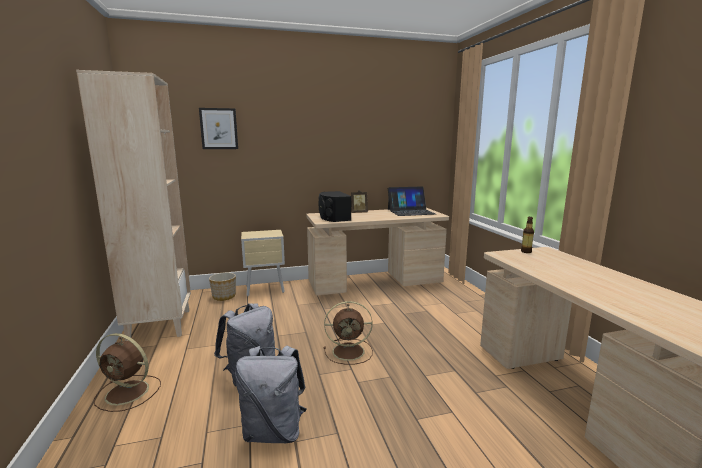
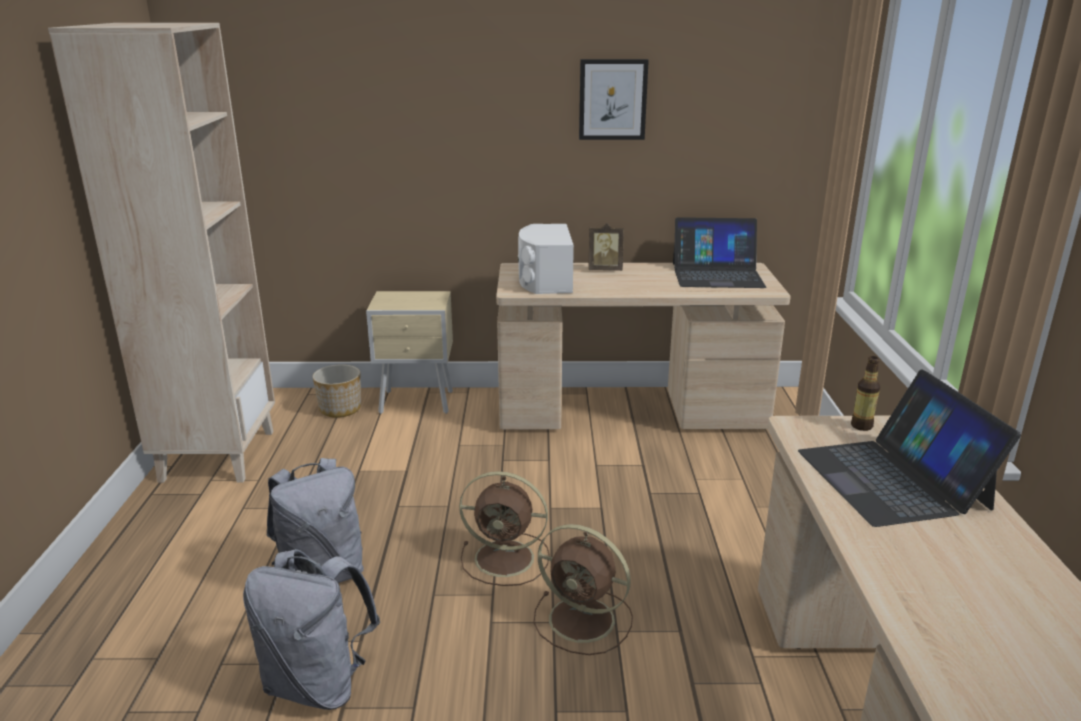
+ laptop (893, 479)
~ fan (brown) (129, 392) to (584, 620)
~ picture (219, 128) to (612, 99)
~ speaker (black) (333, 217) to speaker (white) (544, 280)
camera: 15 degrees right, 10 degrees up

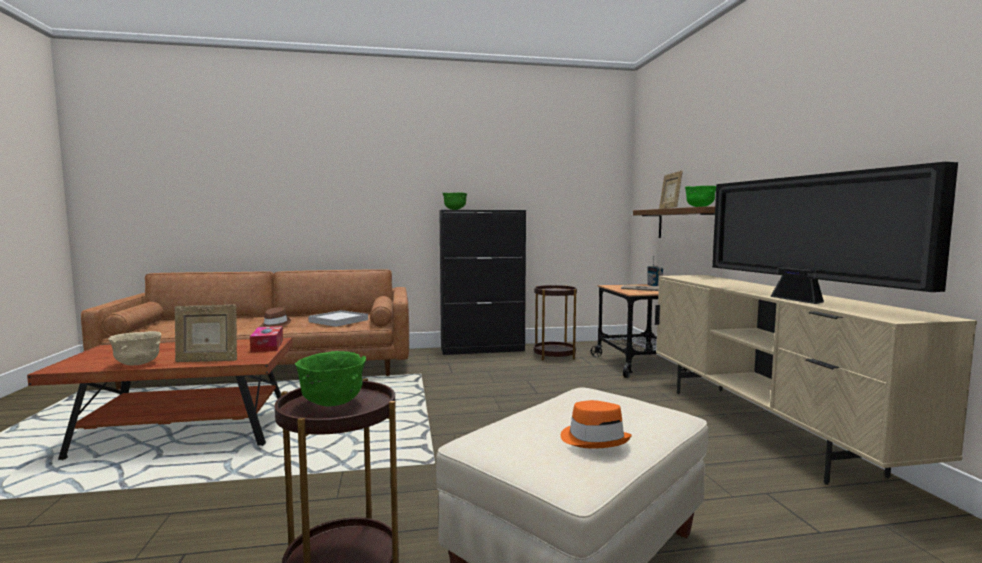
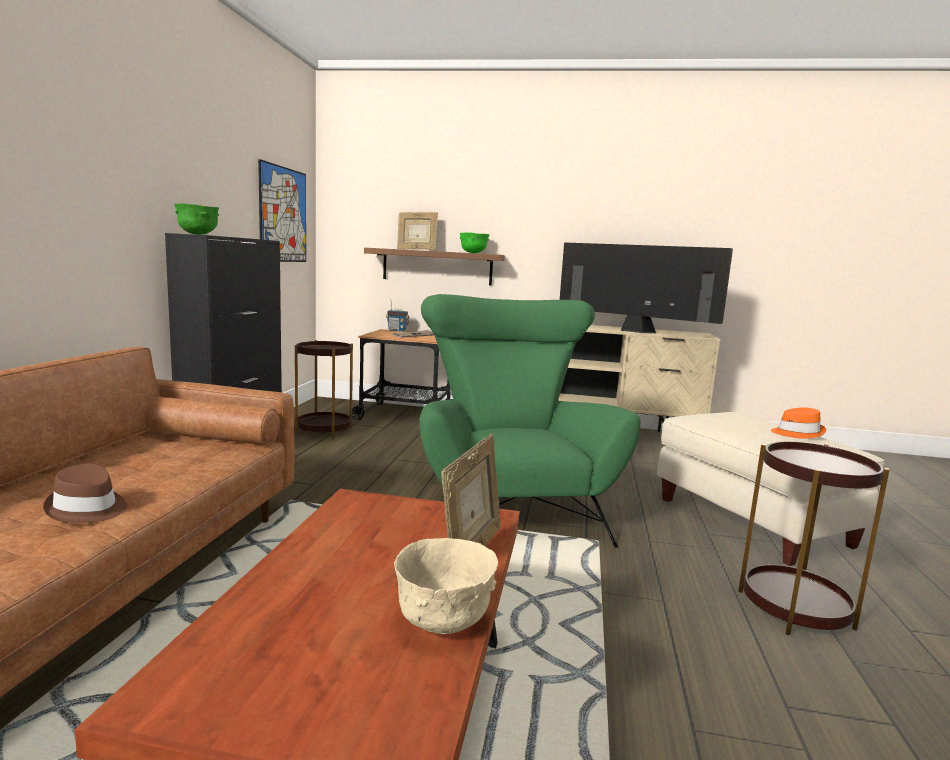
- tissue box (267, 346)
- bowl (green) (332, 404)
- tray (white) (338, 321)
+ picture (283, 215)
+ armchair (green) (508, 508)
~ television (800, 300) = (634, 331) 150 degrees counterclockwise
camera: 70 degrees left, 5 degrees up

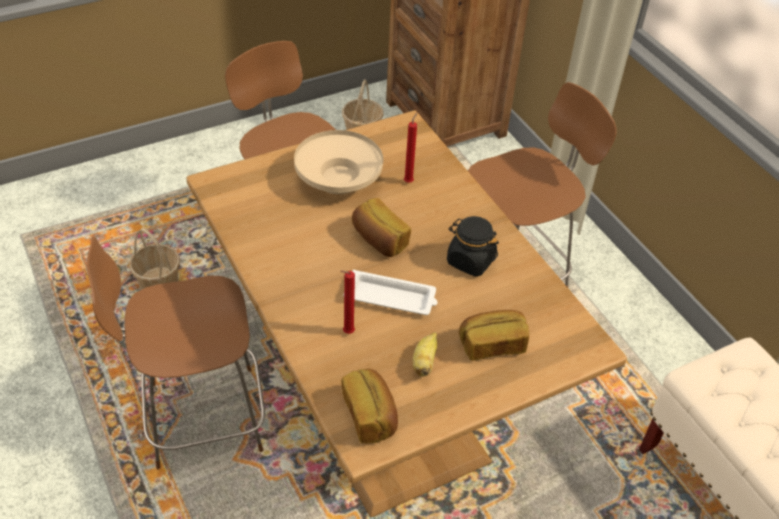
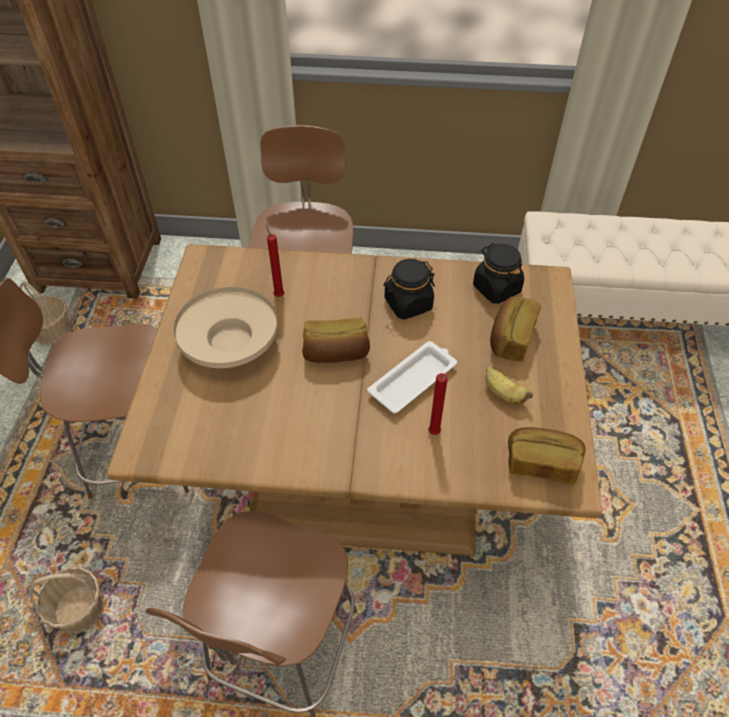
+ jar (black) (496, 288)
camera: 55 degrees left, 5 degrees up

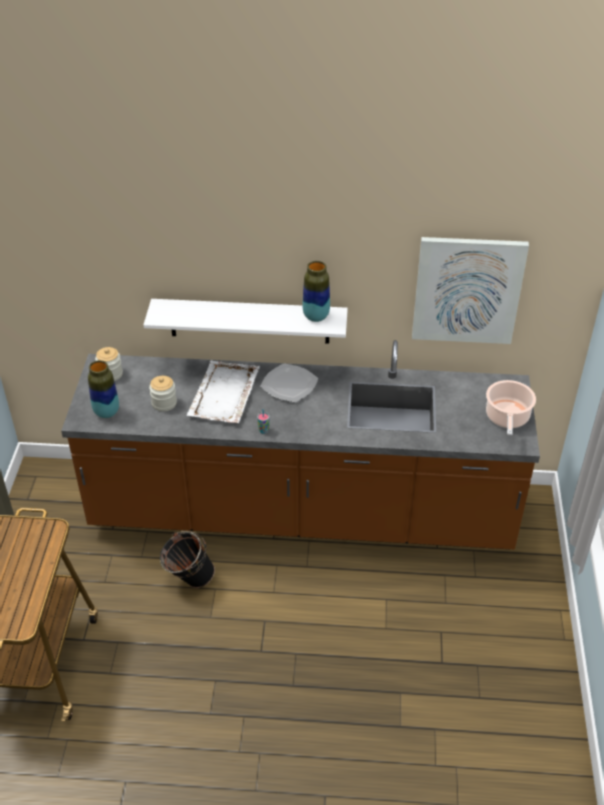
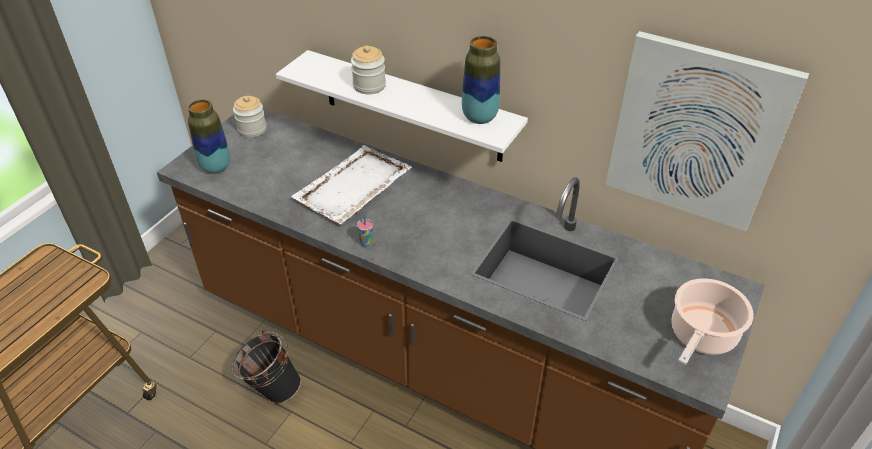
- plate (290, 384)
~ jar (164, 403) to (369, 86)
camera: 25 degrees right, 0 degrees up

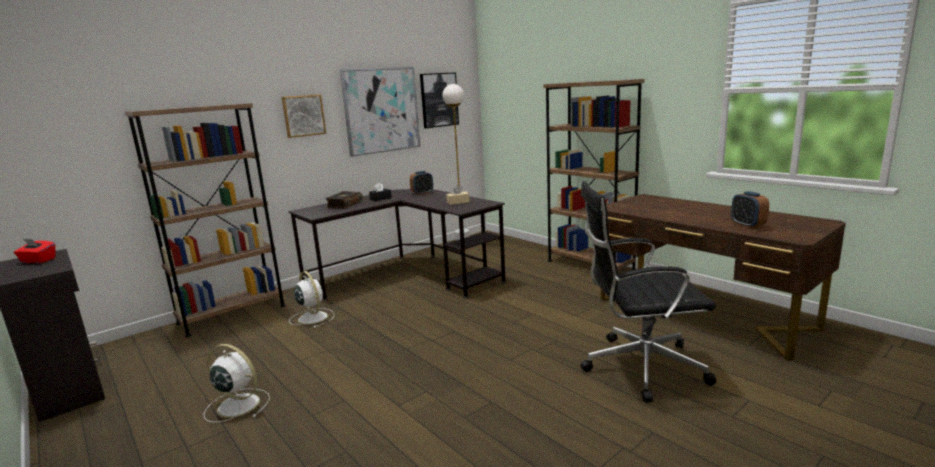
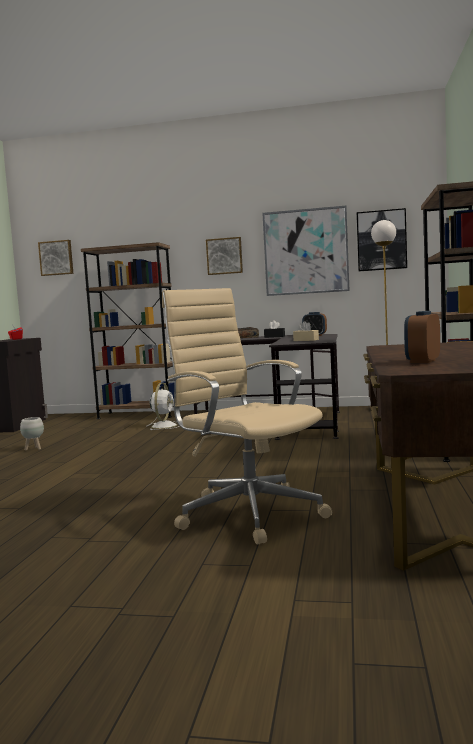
+ picture (56, 258)
~ fan (white) (237, 405) to planter (white) (33, 449)
~ office chair (black) (640, 367) to office chair (beige) (248, 513)
camera: 50 degrees right, 10 degrees down

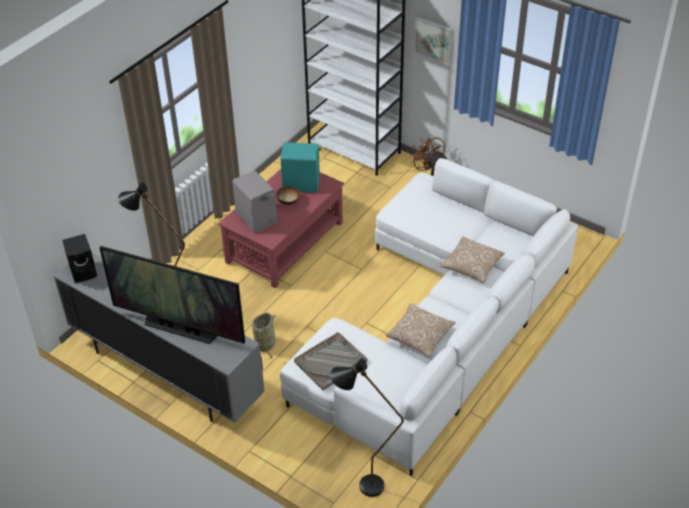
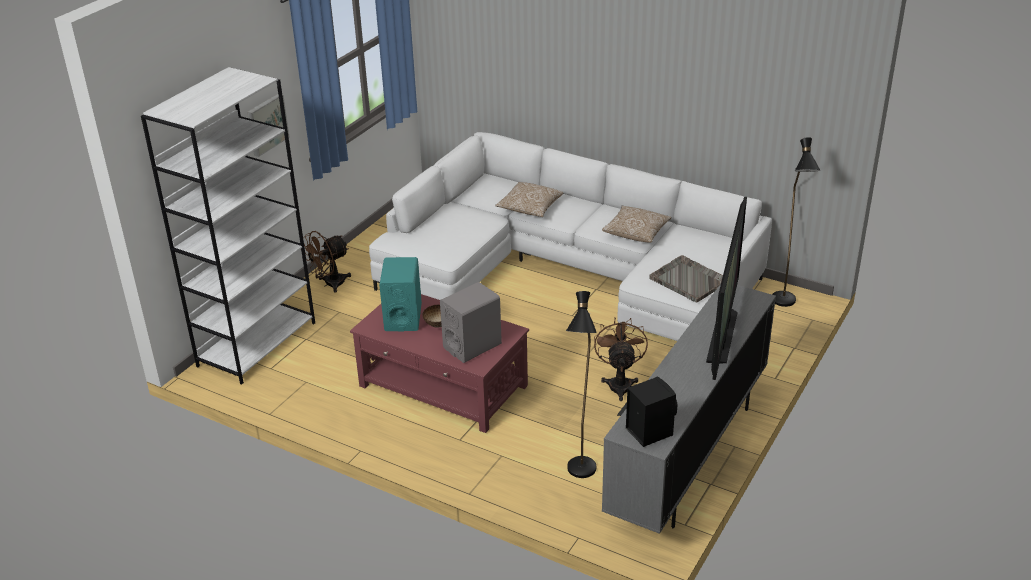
~ basket (265, 343) to fan (brown) (619, 383)
camera: 95 degrees left, 10 degrees down

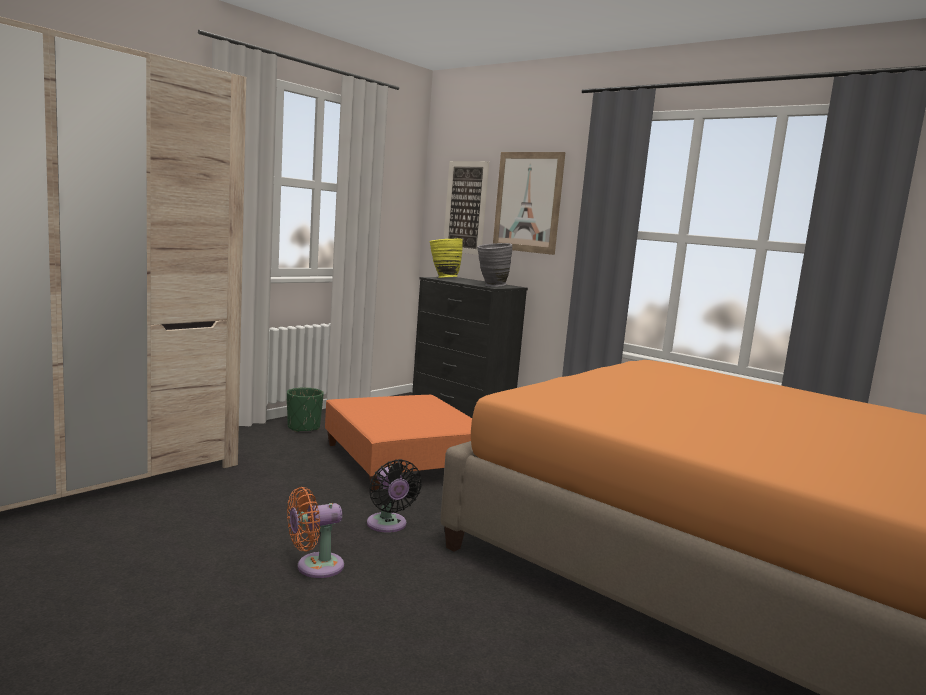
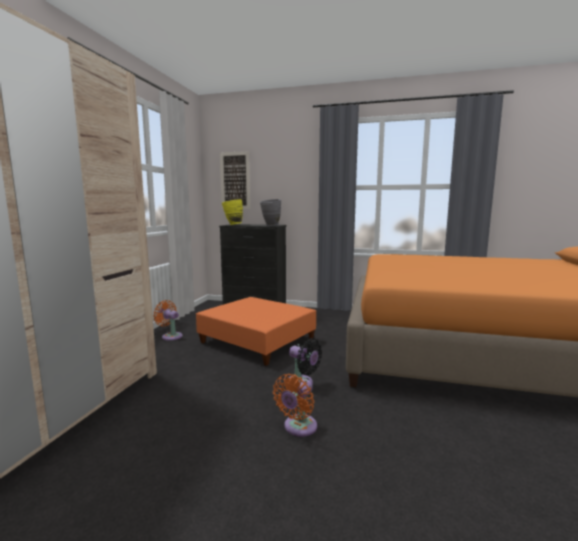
- picture (528, 202)
~ planter (green) (303, 428) to fan (orange) (170, 336)
camera: 25 degrees left, 0 degrees up

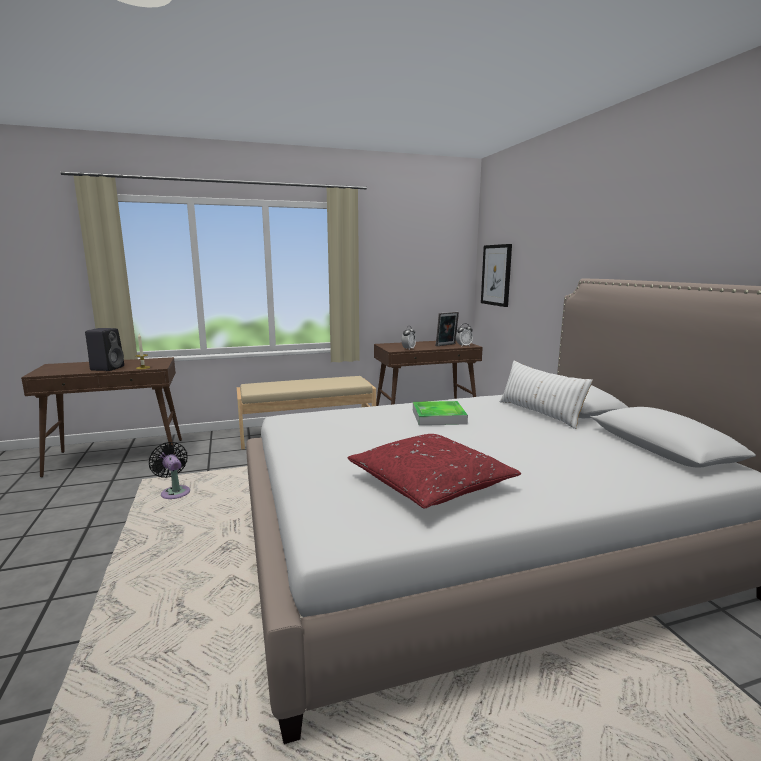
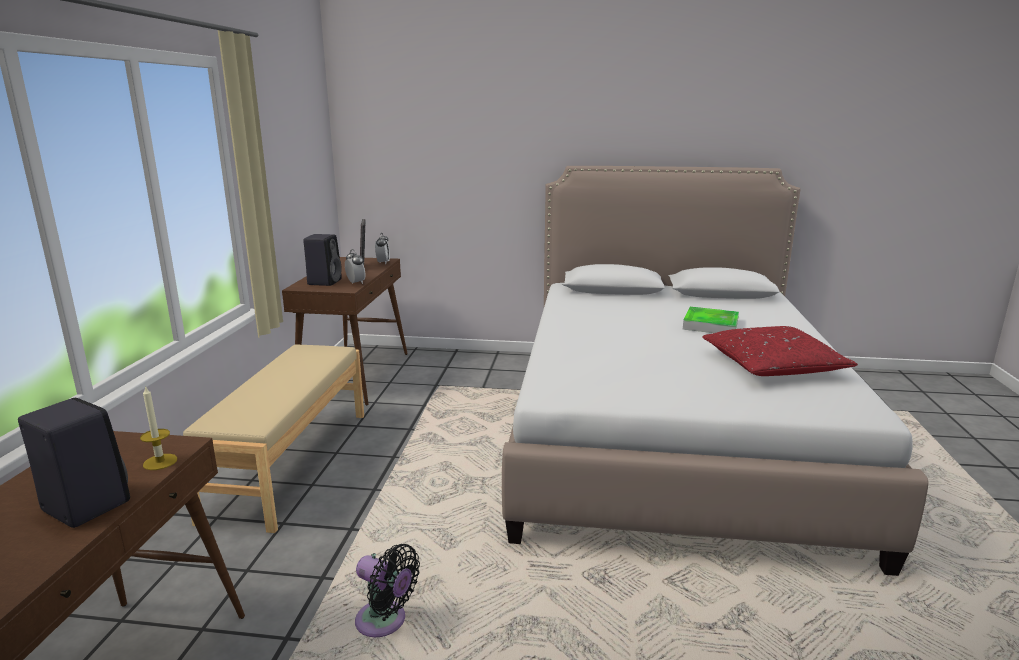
- picture (496, 275)
- pillow (white) (539, 413)
+ speaker (black) (325, 282)
~ tray (438, 417) to (710, 325)
~ fan (black) (174, 492) = (385, 622) 135 degrees counterclockwise
camera: 65 degrees left, 5 degrees up

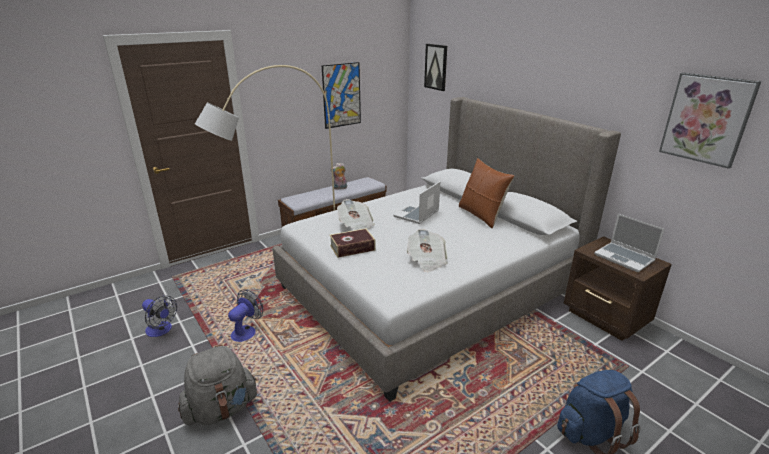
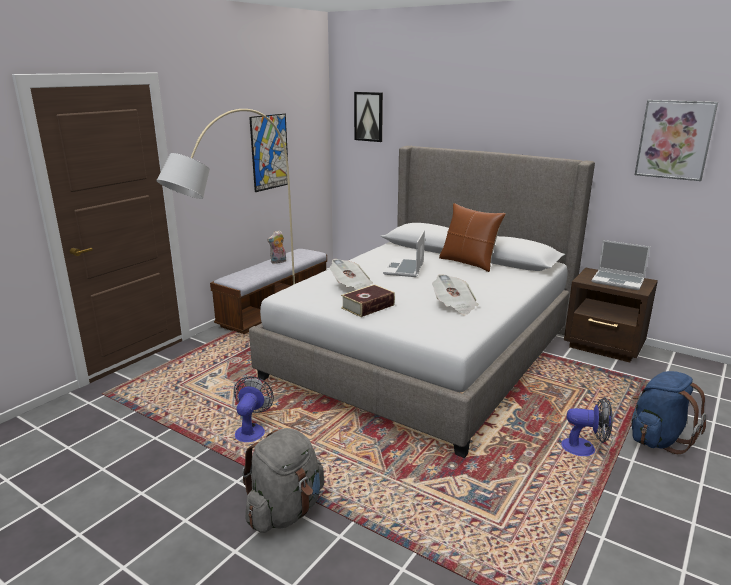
~ fan (161, 330) to (584, 448)
camera: 20 degrees left, 5 degrees down

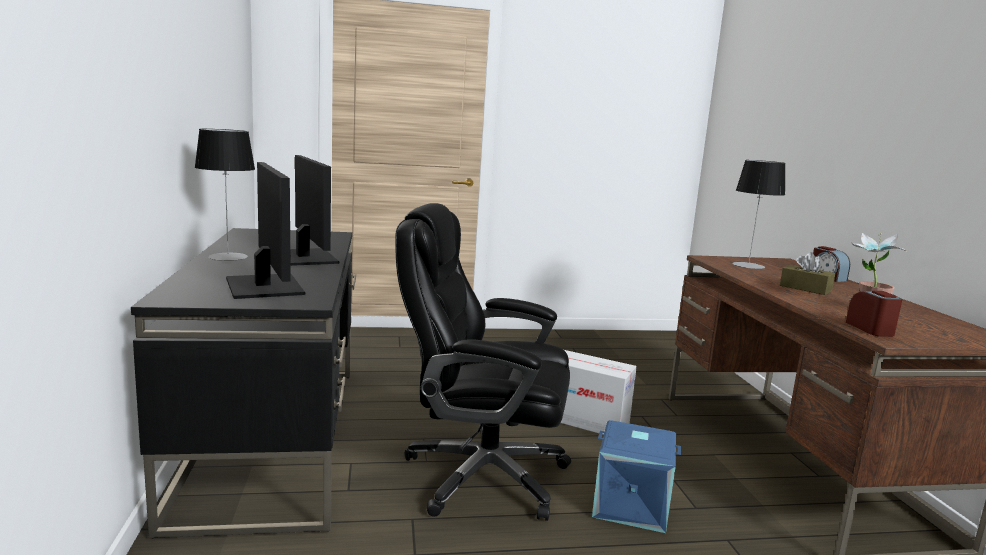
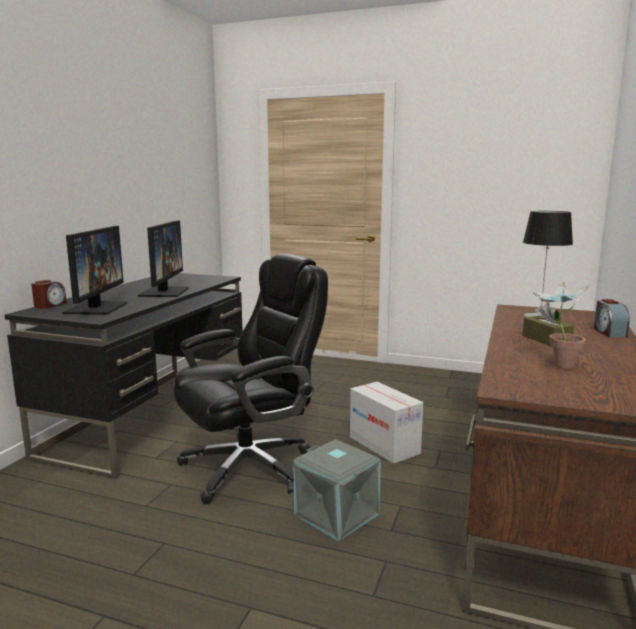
- table lamp (228, 257)
~ alarm clock (870, 329) to (50, 305)
~ storage box (blue) (631, 504) to storage box (grey) (338, 514)
~ office chair (black) (481, 475) = (250, 467) 105 degrees clockwise
camera: 30 degrees right, 0 degrees up

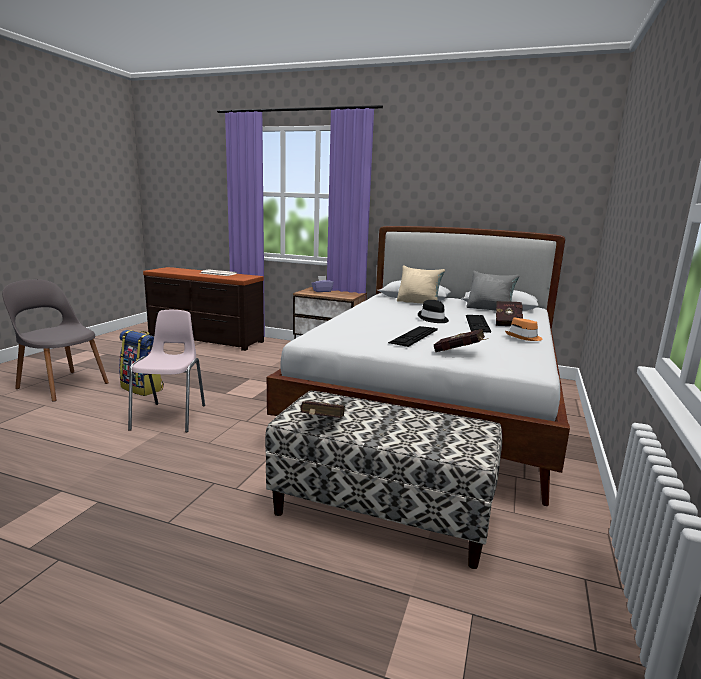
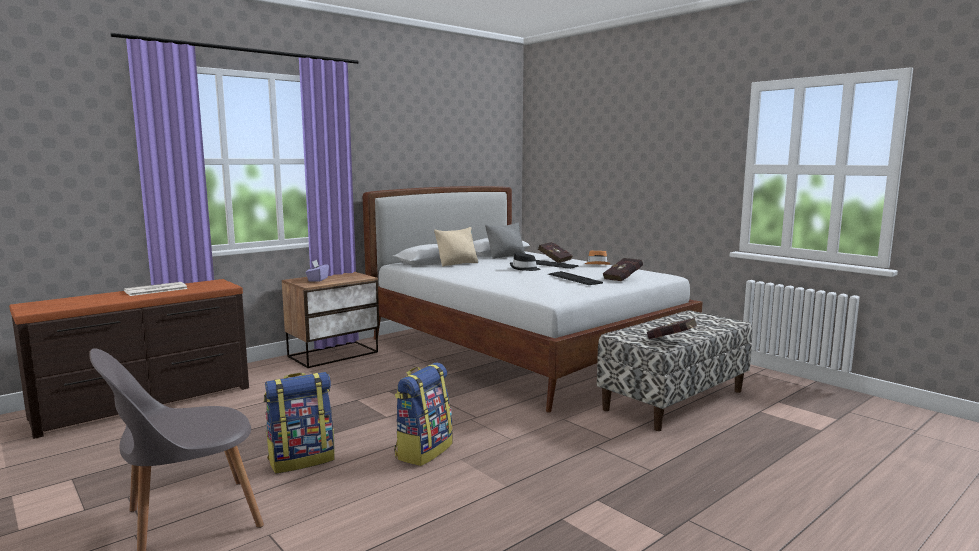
~ chair (pink) (171, 417) to backpack (423, 450)
camera: 60 degrees left, 5 degrees down

